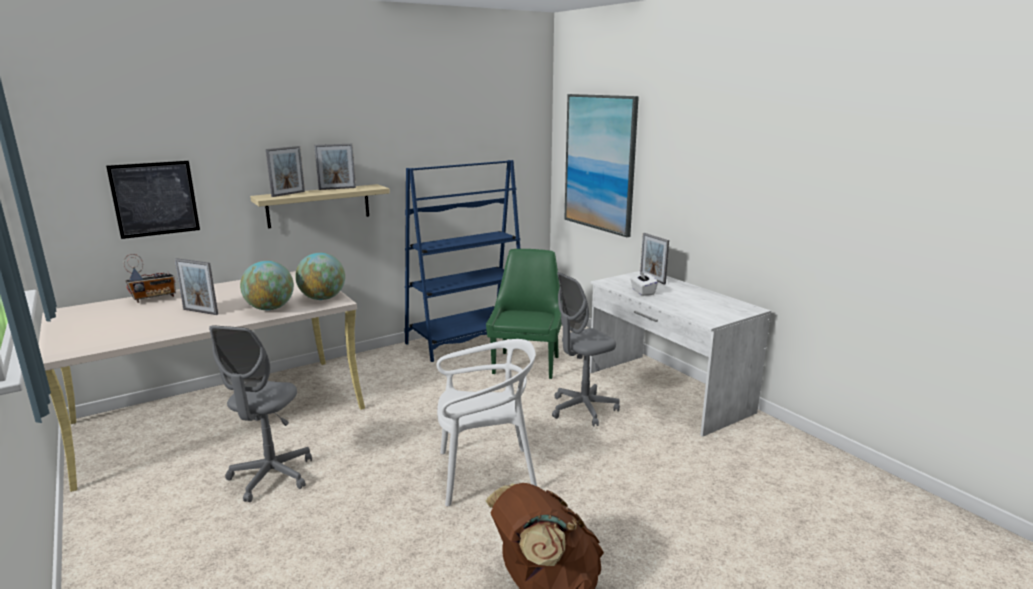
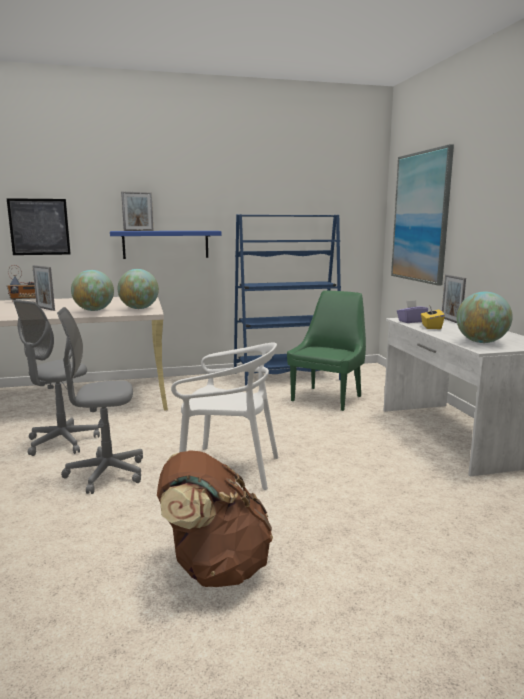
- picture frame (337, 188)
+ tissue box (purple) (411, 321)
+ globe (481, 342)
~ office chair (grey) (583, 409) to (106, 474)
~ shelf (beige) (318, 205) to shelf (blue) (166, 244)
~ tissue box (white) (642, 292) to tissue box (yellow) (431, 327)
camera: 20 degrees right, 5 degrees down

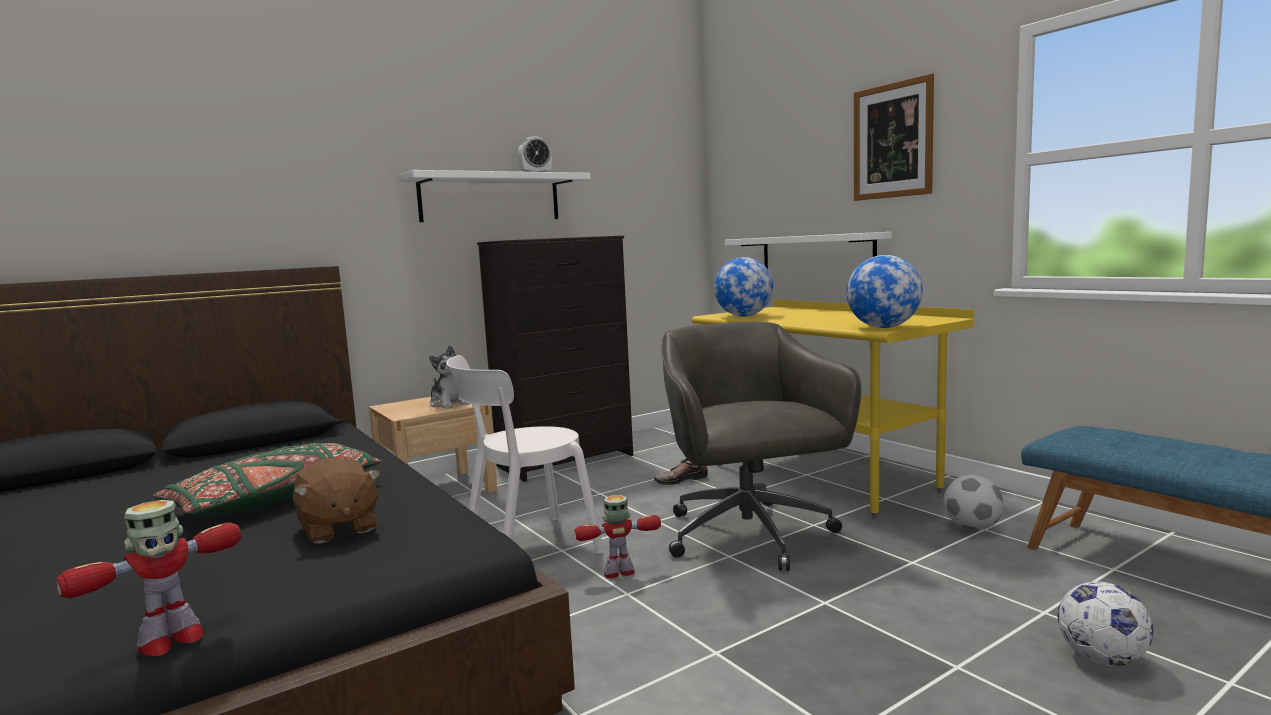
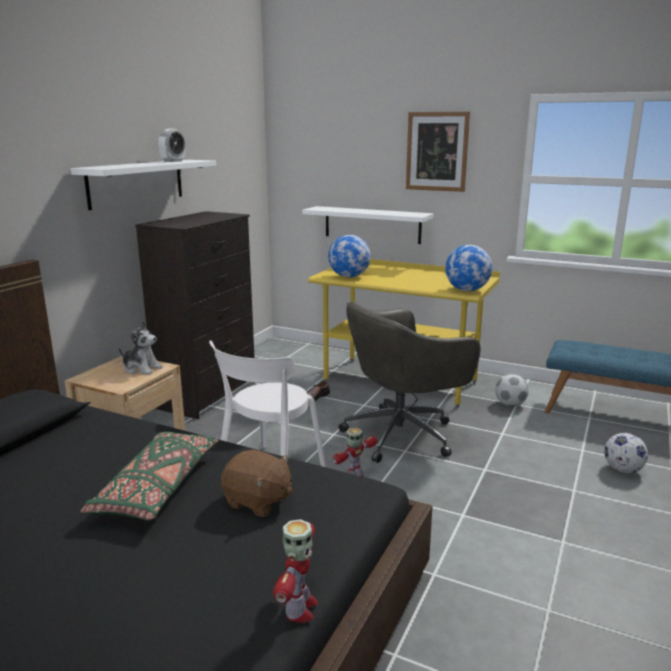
~ office chair (grey) (750, 536) = (402, 434) 75 degrees counterclockwise
camera: 30 degrees left, 10 degrees up

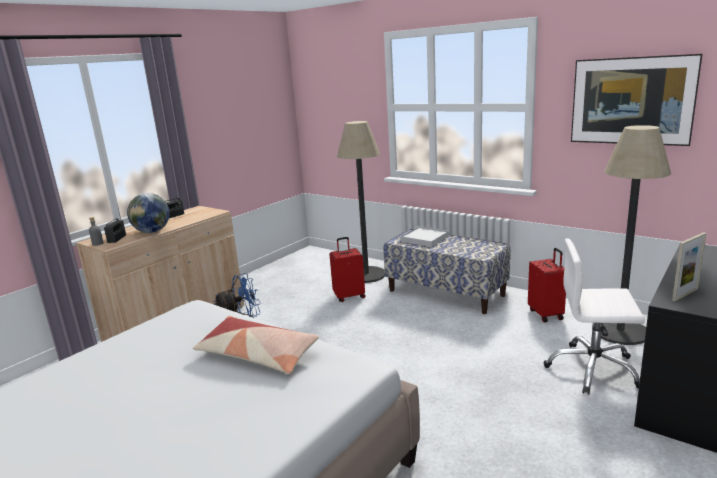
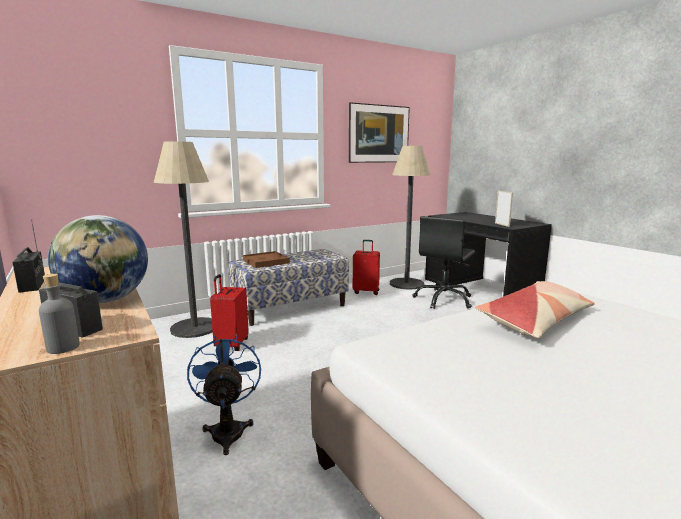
~ tray (white) (424, 238) to tray (brown) (266, 261)
~ office chair (white) (593, 369) to office chair (black) (444, 300)
camera: 70 degrees left, 5 degrees down

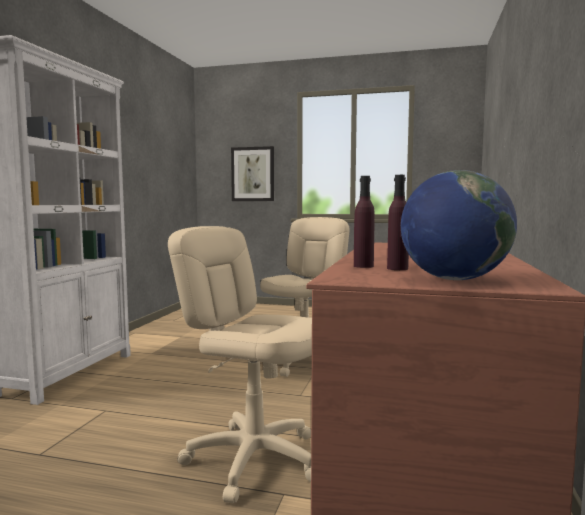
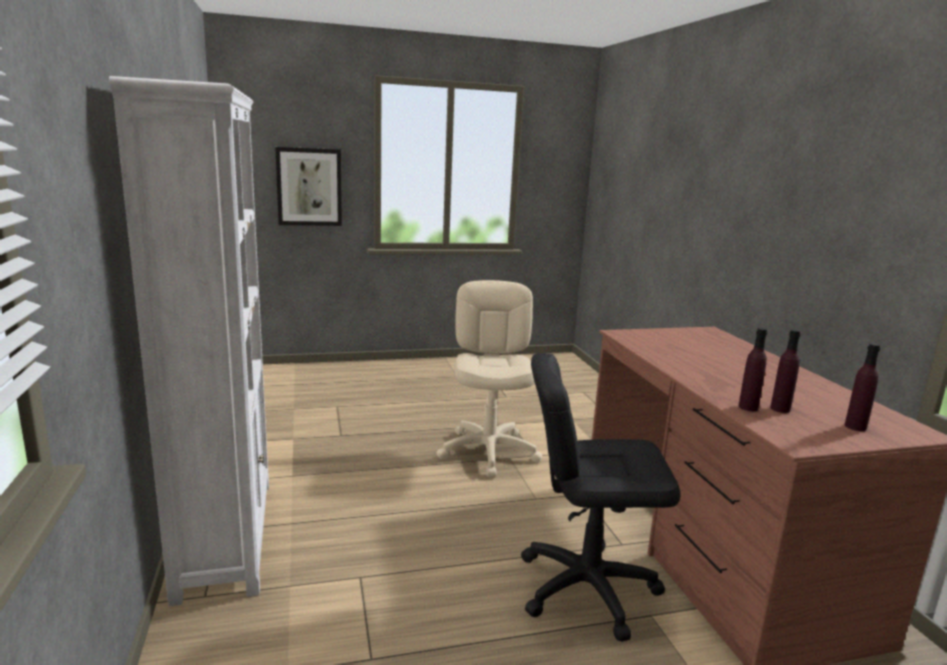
~ globe (454, 279) to bottle (purple) (855, 427)
~ office chair (beige) (254, 459) to office chair (black) (586, 587)
camera: 30 degrees left, 10 degrees up

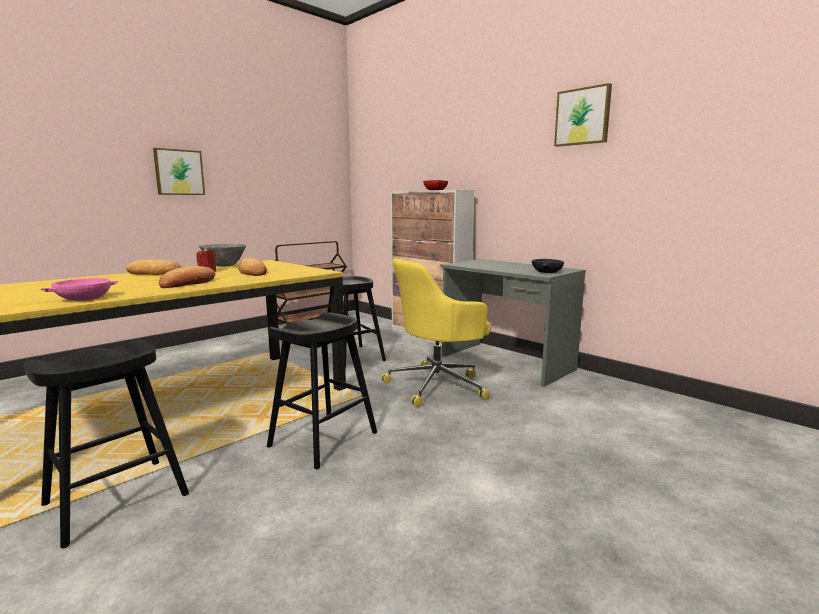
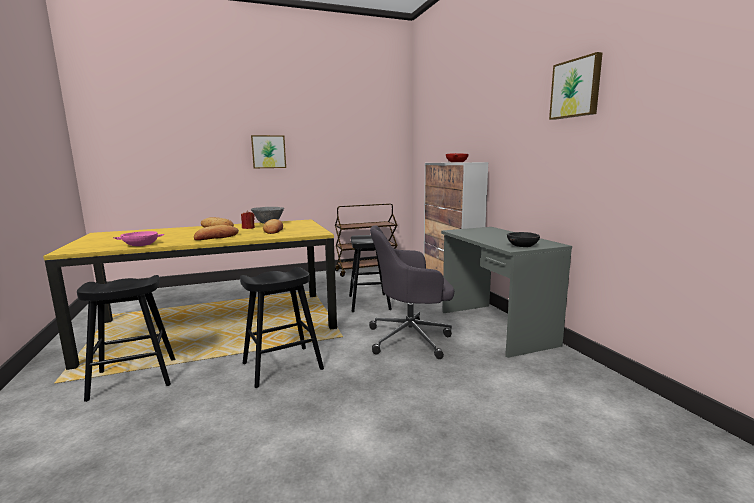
~ office chair (yellow) (438, 385) to office chair (grey) (411, 338)
camera: 25 degrees right, 0 degrees up

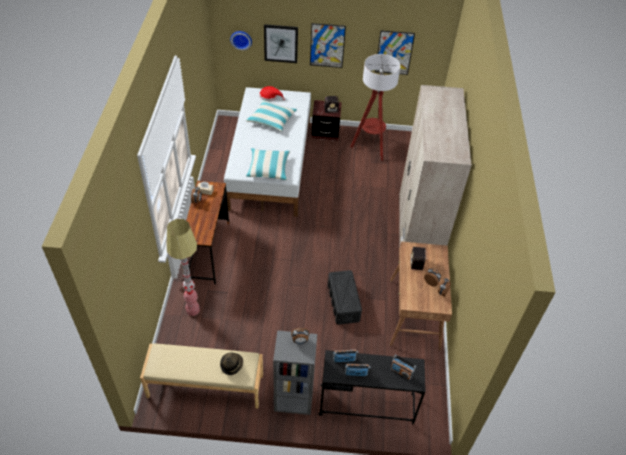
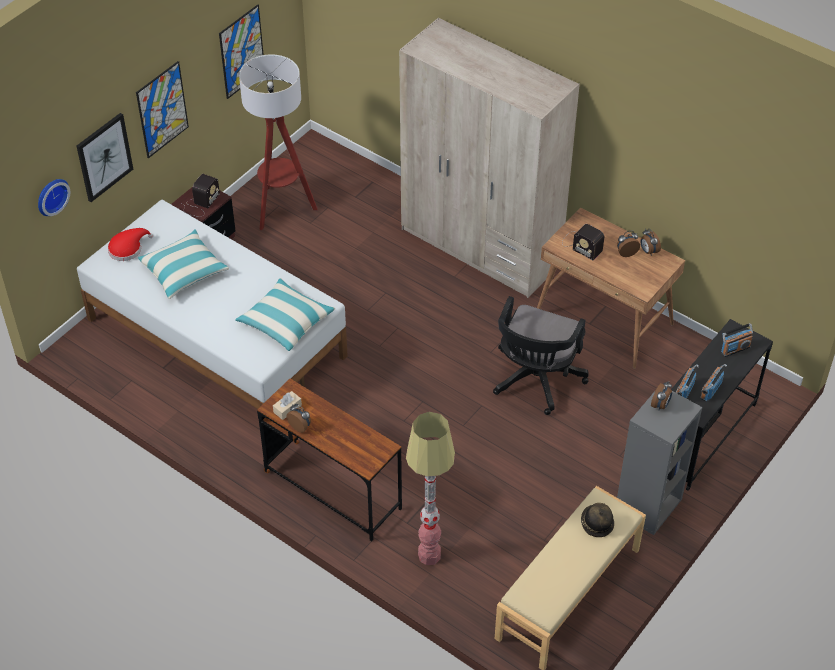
~ storage box (black) (343, 302) to office chair (black) (535, 381)
camera: 55 degrees left, 0 degrees up

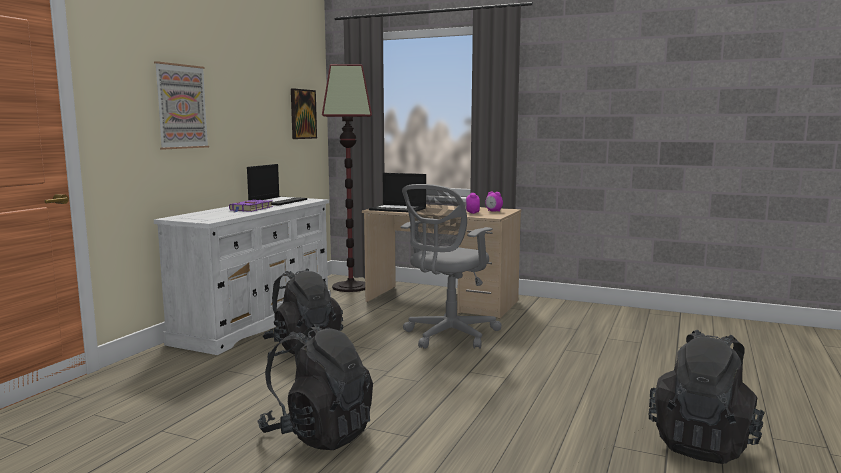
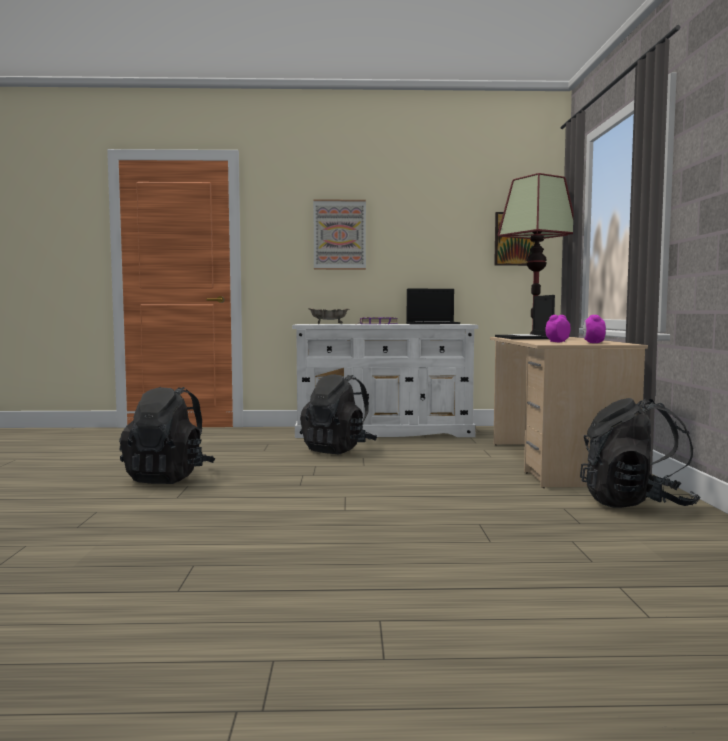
- office chair (grey) (448, 336)
+ bowl (beige) (329, 324)
~ backpack (black) (703, 443) to (635, 503)
camera: 65 degrees right, 5 degrees down

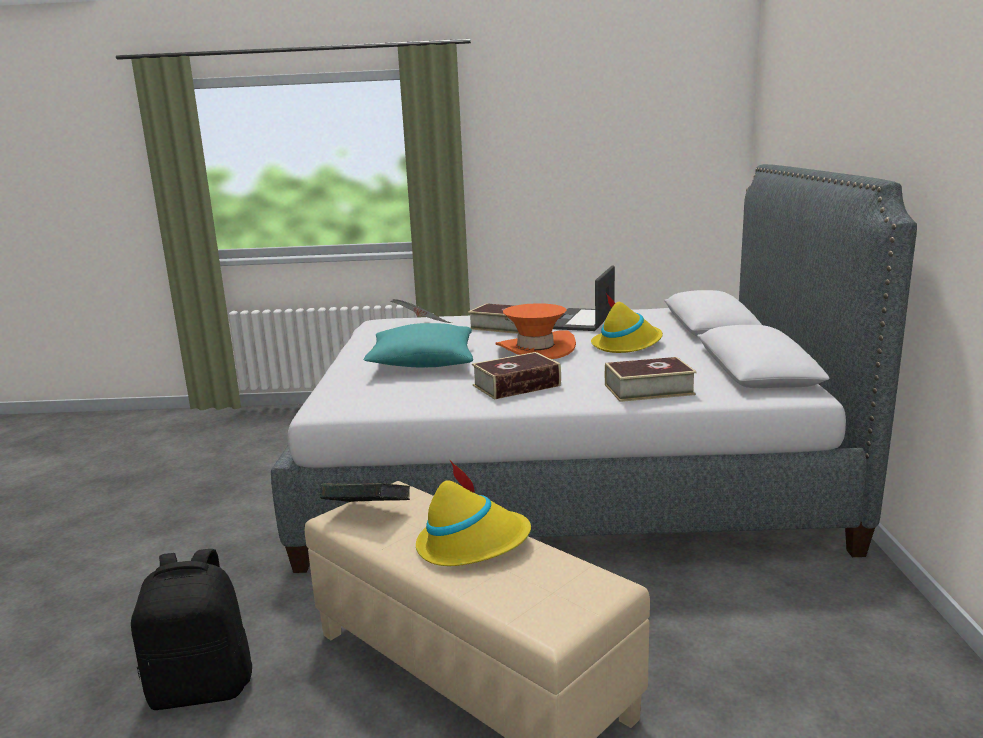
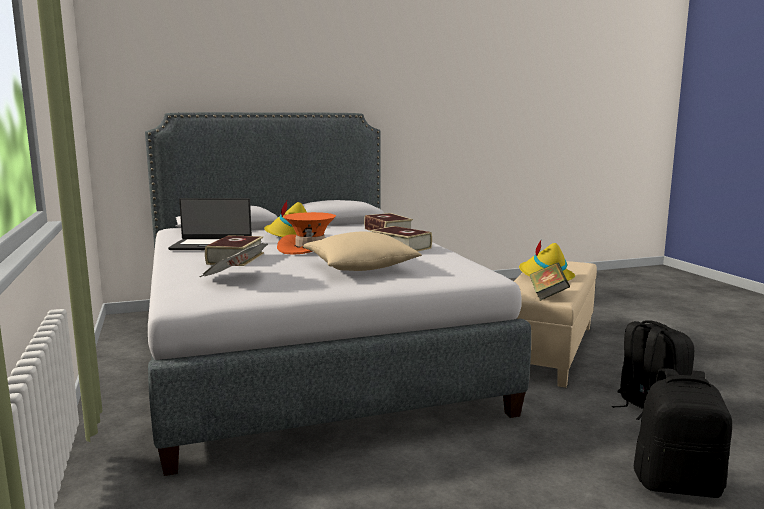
+ backpack (black) (678, 484)
~ pillow (turquoise) (422, 363) to pillow (beige) (360, 268)
camera: 110 degrees left, 5 degrees down

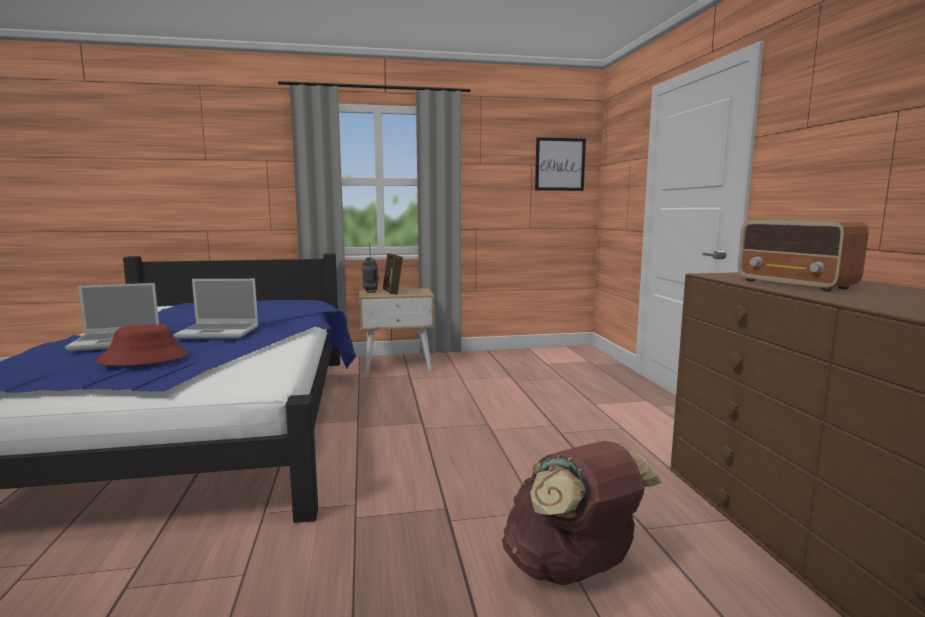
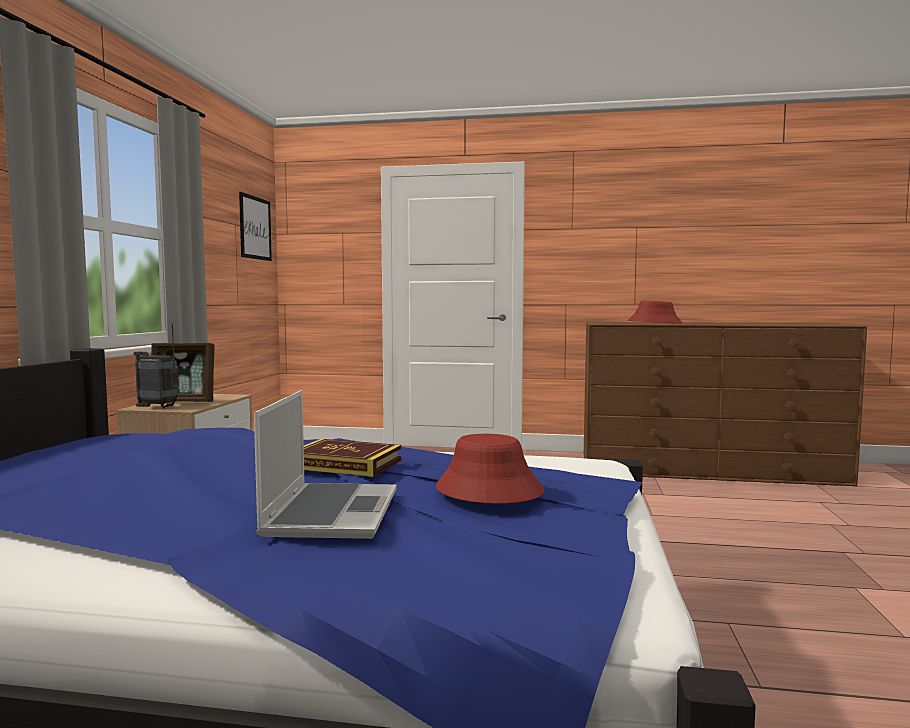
- backpack (brown) (572, 570)
~ laptop (219, 332) to book (345, 464)
~ radio (795, 284) to hat (red) (654, 323)
camera: 70 degrees left, 5 degrees down

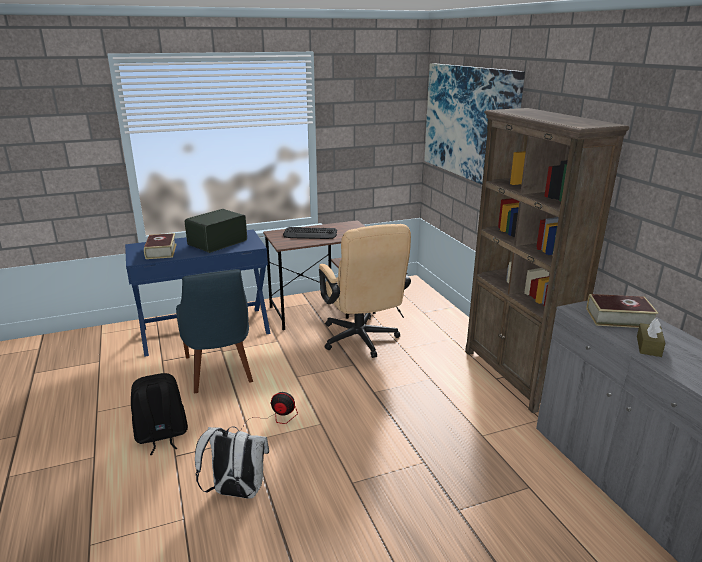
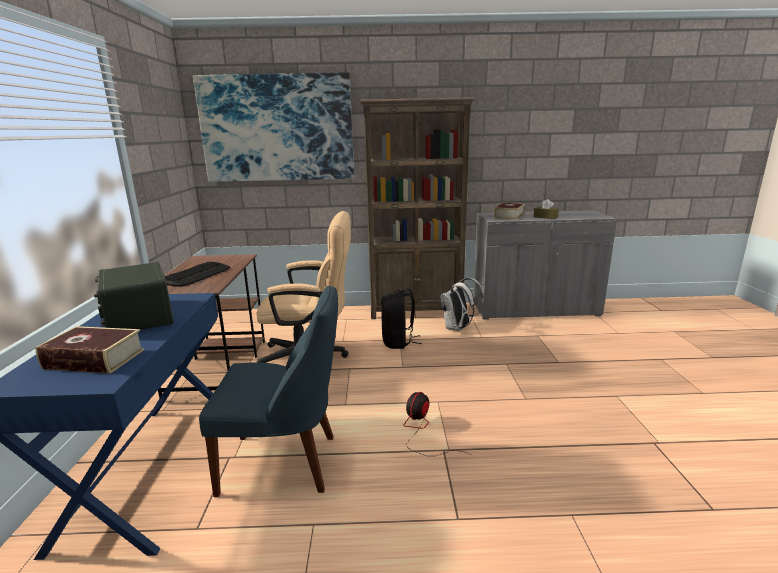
~ backpack (black) (161, 436) to (398, 342)
~ backpack (white) (236, 492) to (458, 328)
camera: 70 degrees left, 5 degrees down

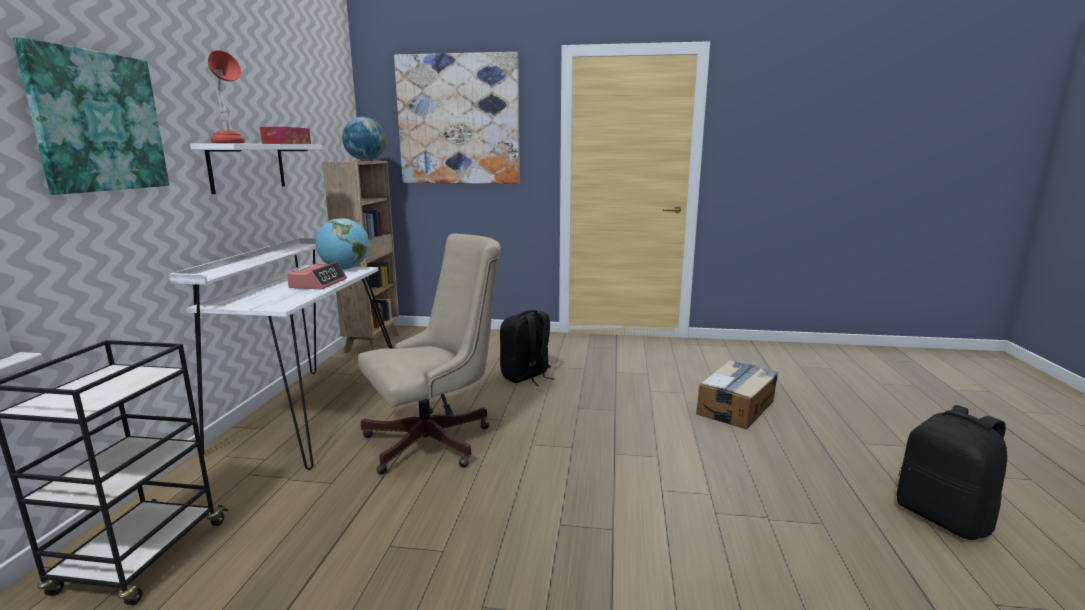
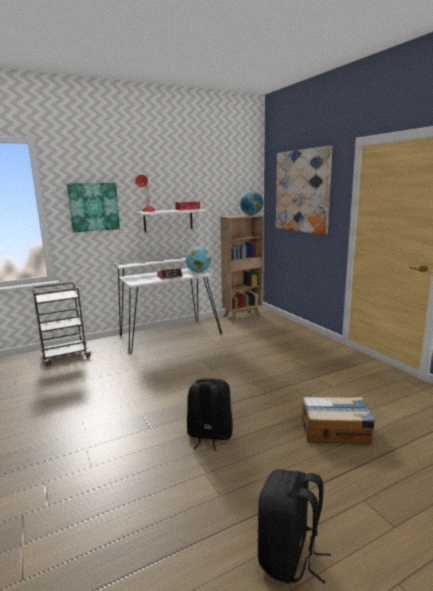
- office chair (beige) (436, 440)
~ backpack (black) (526, 377) to (209, 435)
camera: 55 degrees right, 0 degrees up

